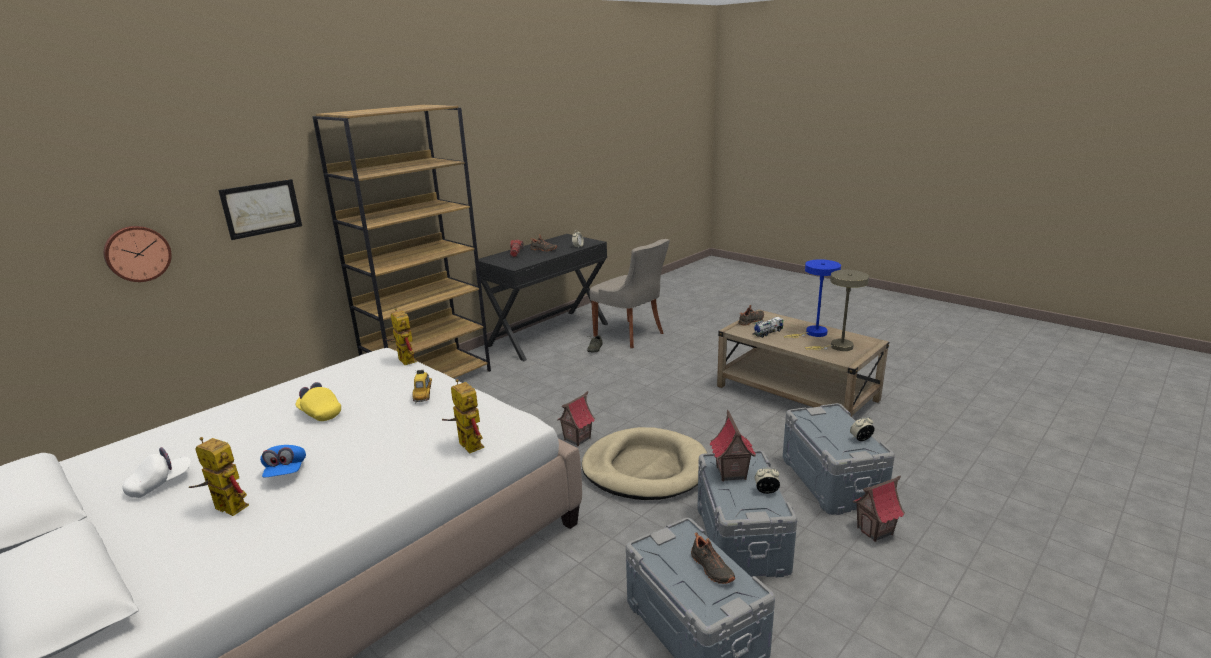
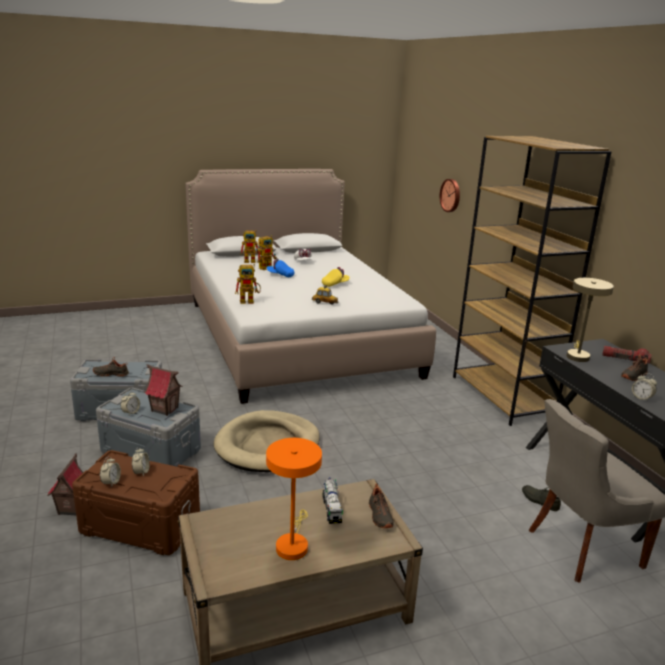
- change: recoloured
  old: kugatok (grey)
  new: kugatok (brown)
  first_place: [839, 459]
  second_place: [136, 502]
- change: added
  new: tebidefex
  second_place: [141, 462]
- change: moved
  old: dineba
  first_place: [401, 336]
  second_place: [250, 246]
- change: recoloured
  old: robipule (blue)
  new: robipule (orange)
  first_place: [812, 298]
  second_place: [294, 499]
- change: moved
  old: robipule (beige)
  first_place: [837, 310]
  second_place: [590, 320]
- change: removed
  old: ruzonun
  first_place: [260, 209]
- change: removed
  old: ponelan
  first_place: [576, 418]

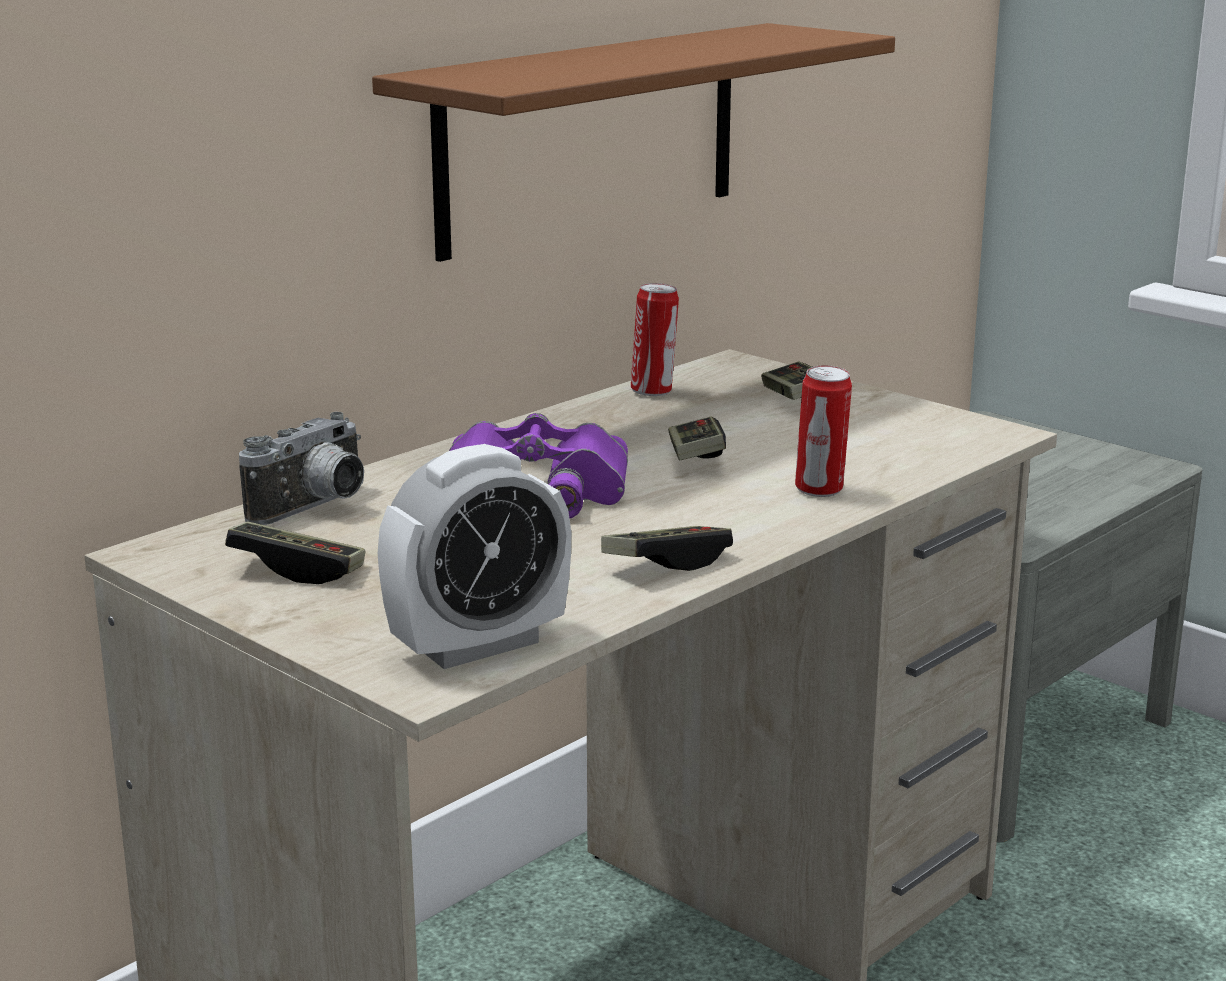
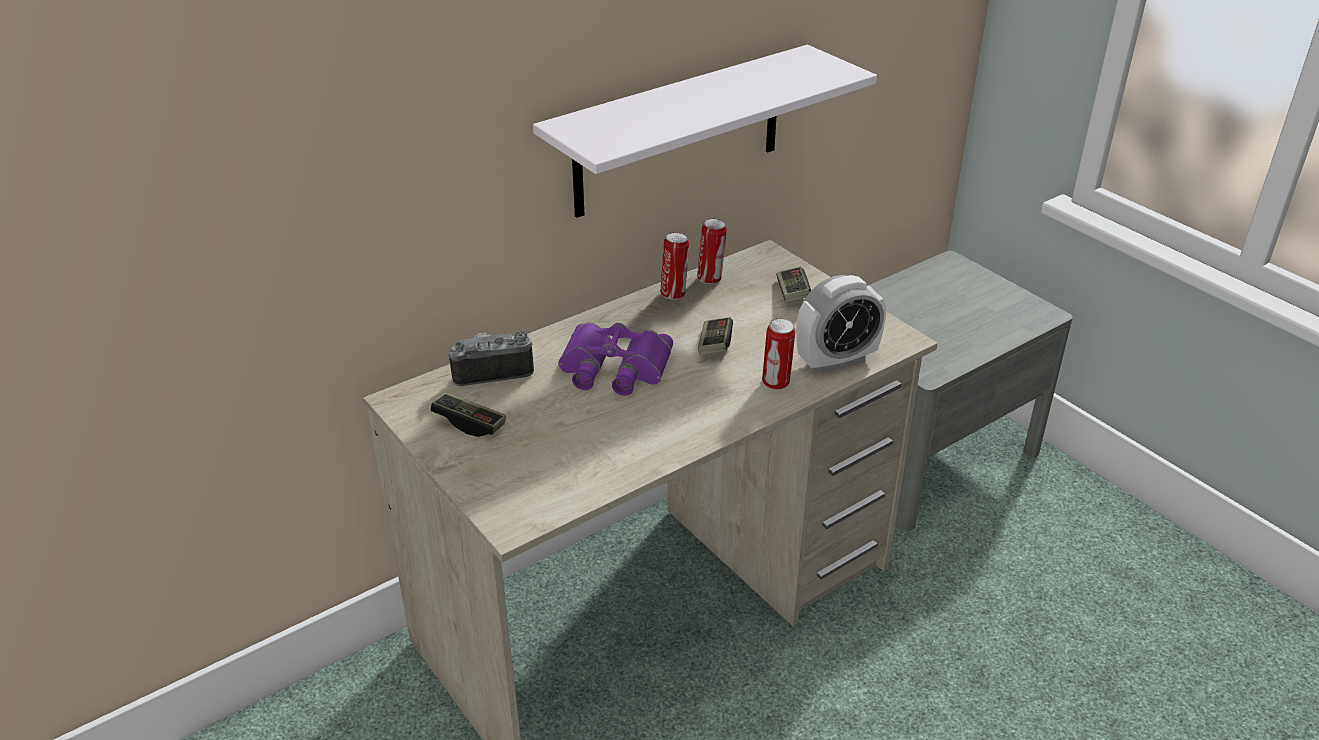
- change: turned
  old: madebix
  first_place: [301, 468]
  second_place: [491, 358]
  degrees: -150
- change: recoloured
  old: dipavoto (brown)
  new: dipavoto (white)
  first_place: [633, 142]
  second_place: [705, 131]
- change: added
  new: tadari
  second_place: [674, 266]
- change: moved
  old: tebidefex
  first_place: [474, 556]
  second_place: [841, 324]
- change: removed
  old: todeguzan
  first_place: [667, 548]

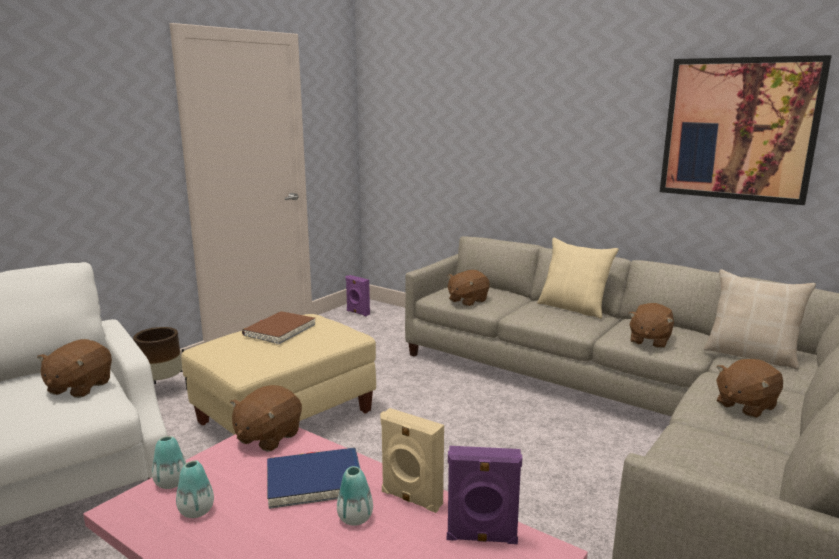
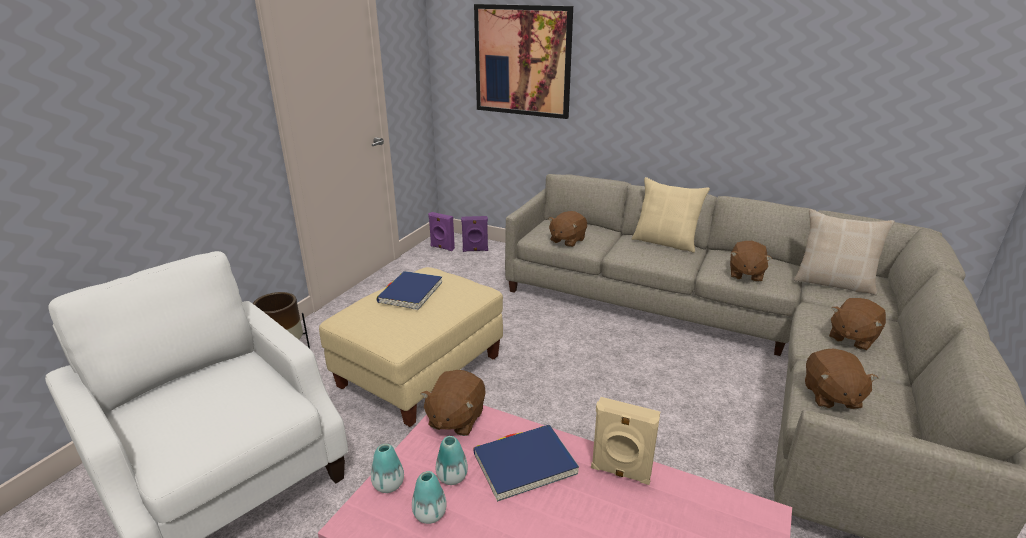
- change: recoloured
  old: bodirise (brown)
  new: bodirise (blue)
  first_place: [278, 328]
  second_place: [409, 290]
- change: moved
  old: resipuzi
  first_place: [355, 496]
  second_place: [452, 460]
- change: moved
  old: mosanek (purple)
  first_place: [484, 495]
  second_place: [474, 234]
- change: moved
  old: ruzonun
  first_place: [746, 130]
  second_place: [523, 61]
- change: moved
  old: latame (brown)
  first_place: [74, 368]
  second_place: [841, 379]

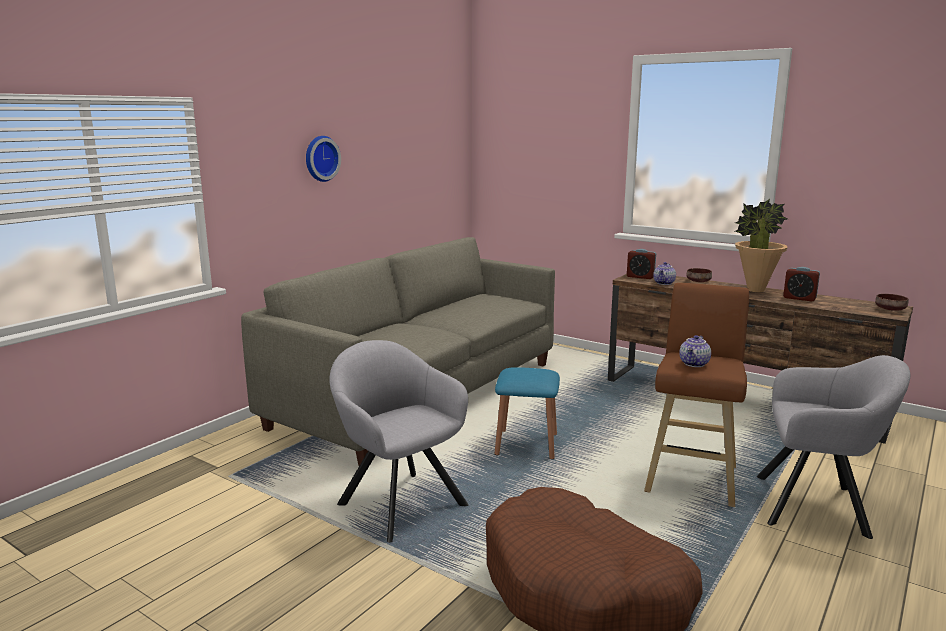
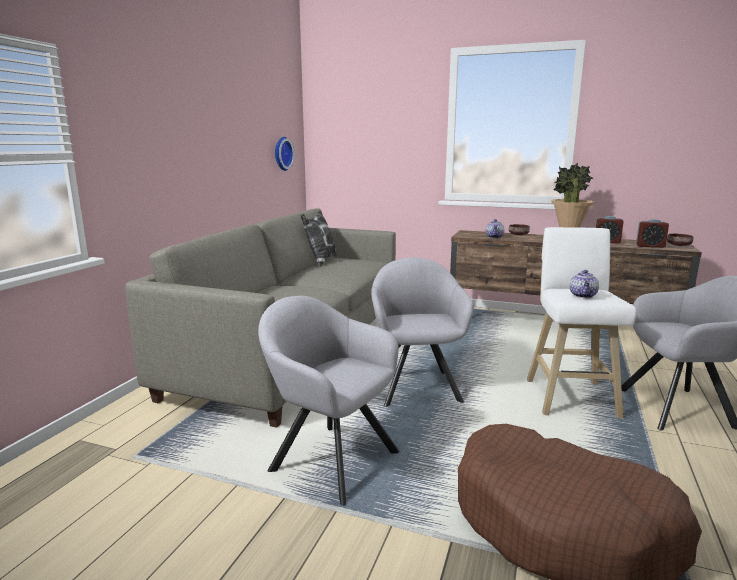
- change: moved
  old: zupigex
  first_place: [323, 159]
  second_place: [284, 154]
- change: added
  new: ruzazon
  second_place: [319, 239]
- change: replaced
  old: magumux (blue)
  new: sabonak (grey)
  first_place: [527, 413]
  second_place: [422, 332]
- change: recoloured
  old: magumux (brown)
  new: magumux (white)
  first_place: [696, 395]
  second_place: [582, 323]
- change: moved
  old: tebidefex
  first_place: [641, 264]
  second_place: [652, 233]

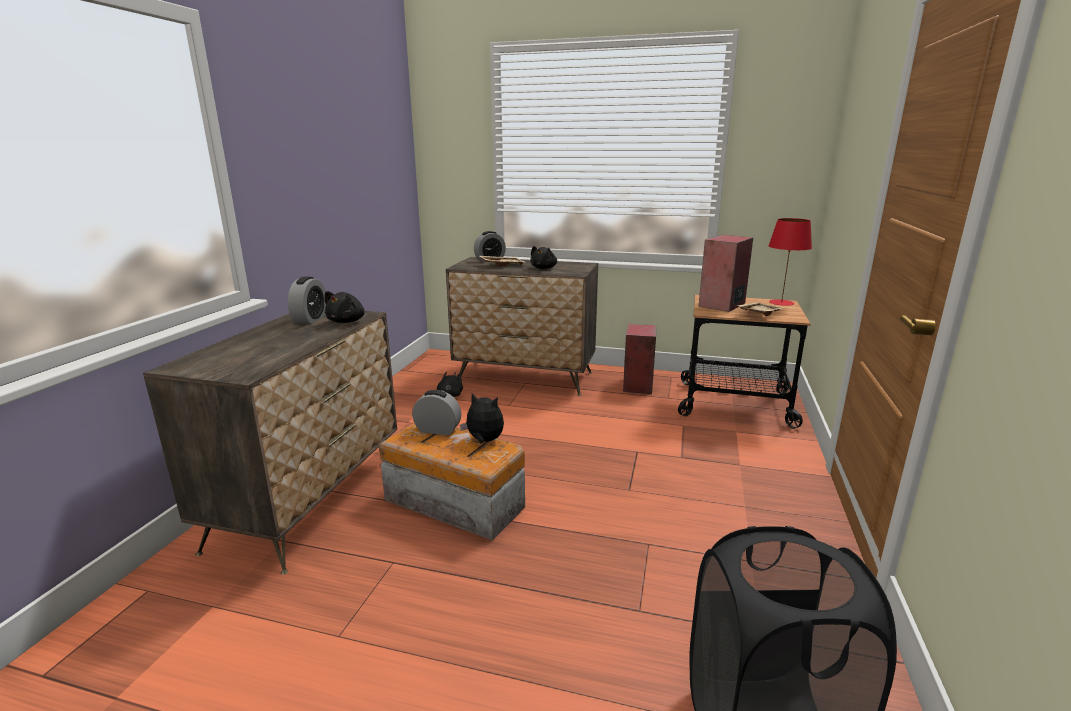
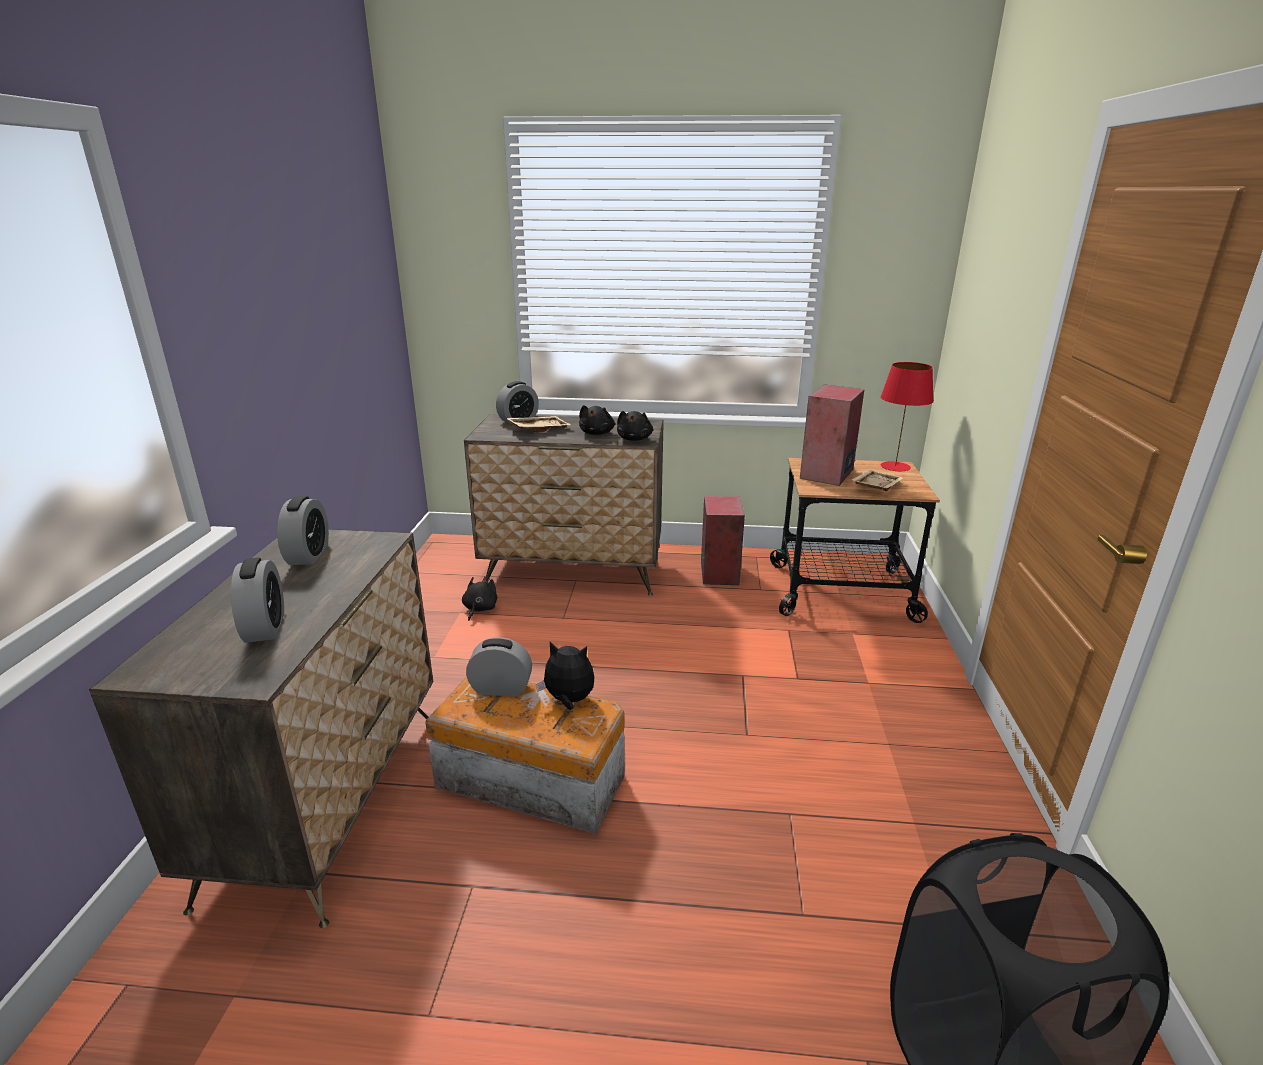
- change: added
  new: tebidefex
  second_place: [257, 600]
- change: moved
  old: latame (black)
  first_place: [345, 307]
  second_place: [635, 426]

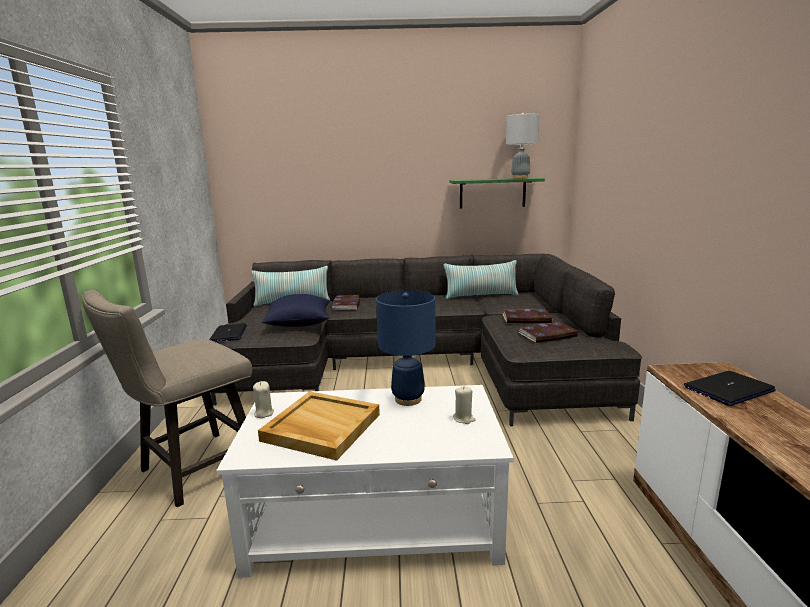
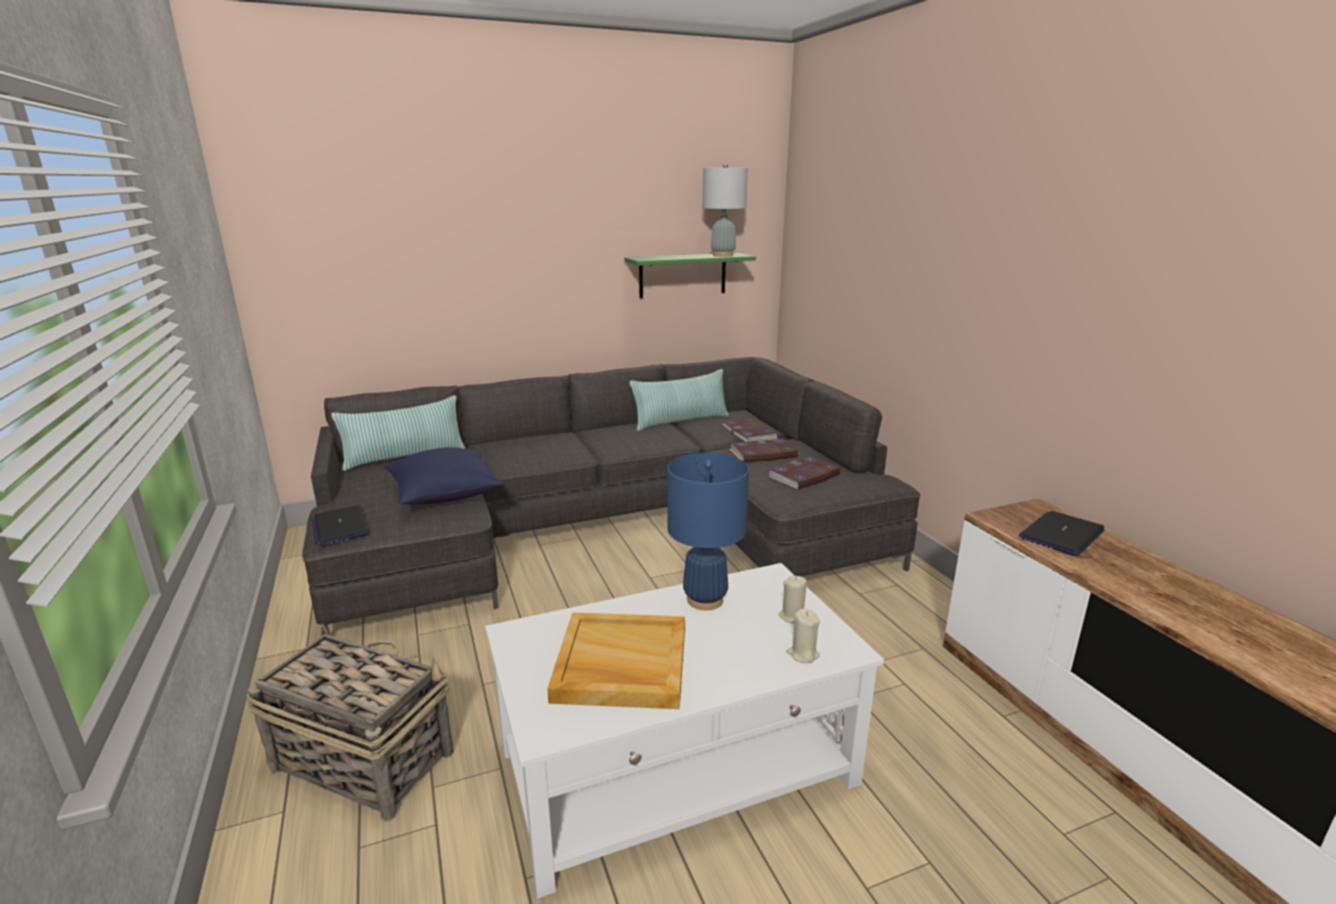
- change: replaced
  old: magumux (beige)
  new: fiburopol
  first_place: [167, 398]
  second_place: [350, 722]
- change: moved
  old: bodirise
  first_place: [346, 302]
  second_place: [750, 429]
- change: moved
  old: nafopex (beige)
  first_place: [263, 399]
  second_place: [803, 635]

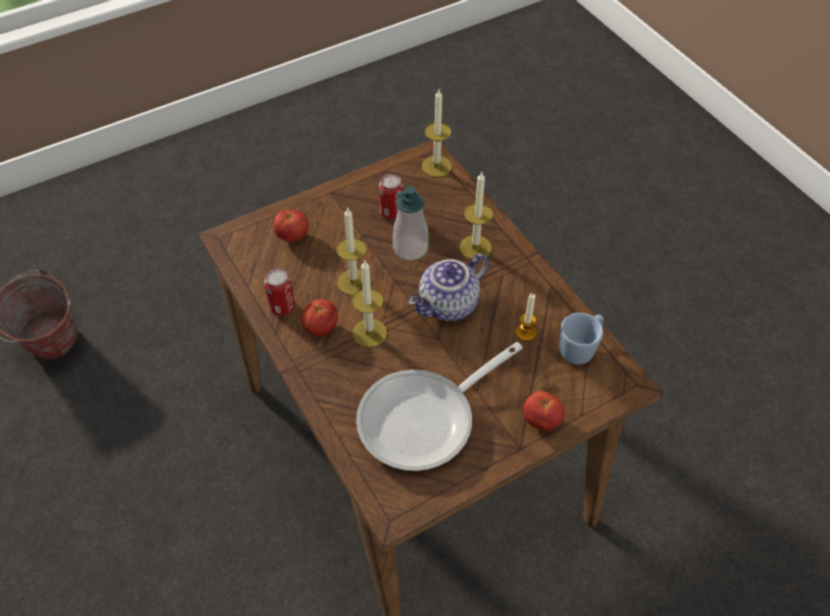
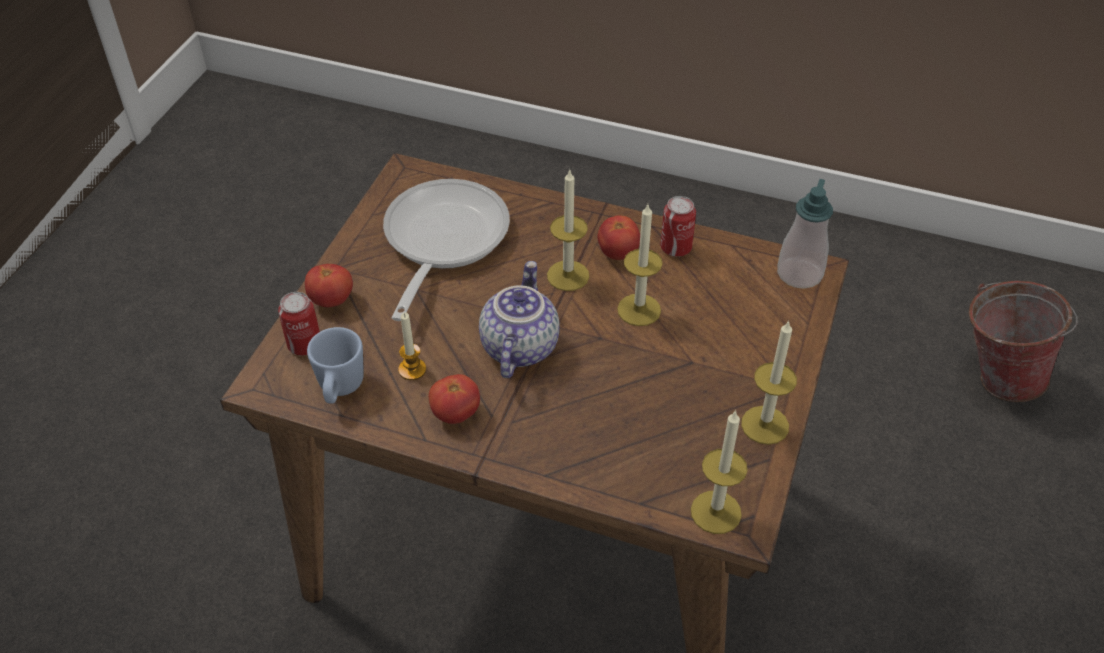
- change: moved
  old: tadari
  first_place: [391, 196]
  second_place: [299, 324]
- change: moved
  old: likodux
  first_place: [291, 226]
  second_place: [454, 399]
- change: moved
  old: nafopex
  first_place: [476, 215]
  second_place: [769, 382]
- change: moved
  old: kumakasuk
  first_place: [410, 223]
  second_place: [805, 234]

